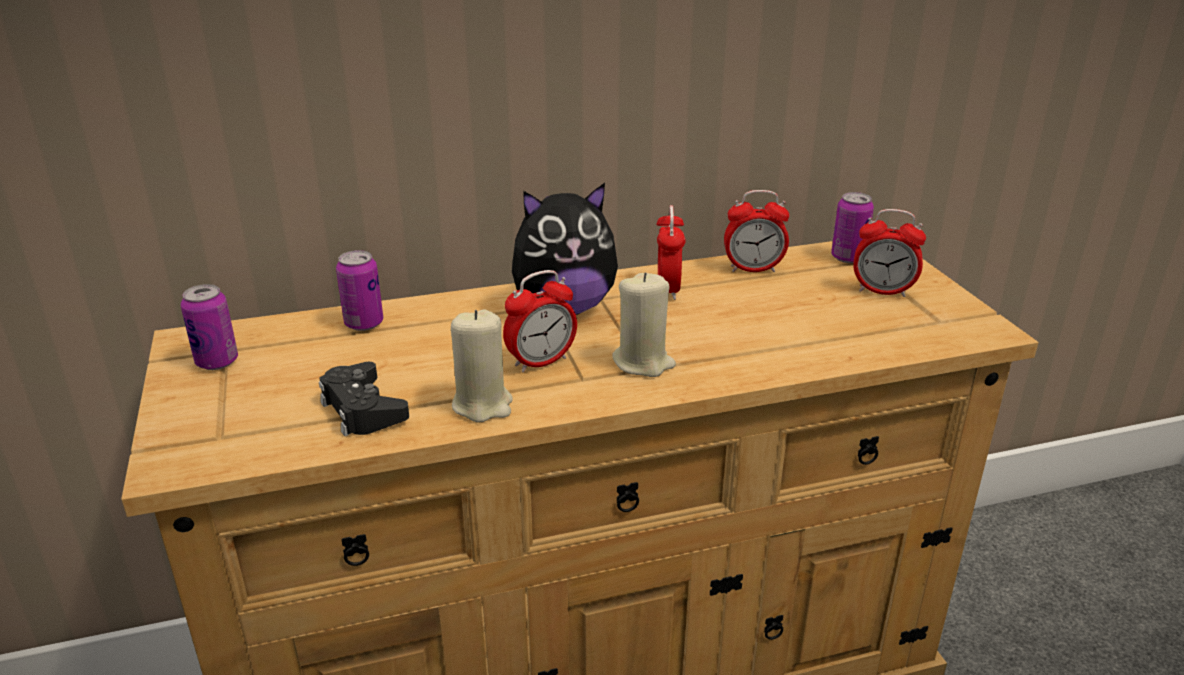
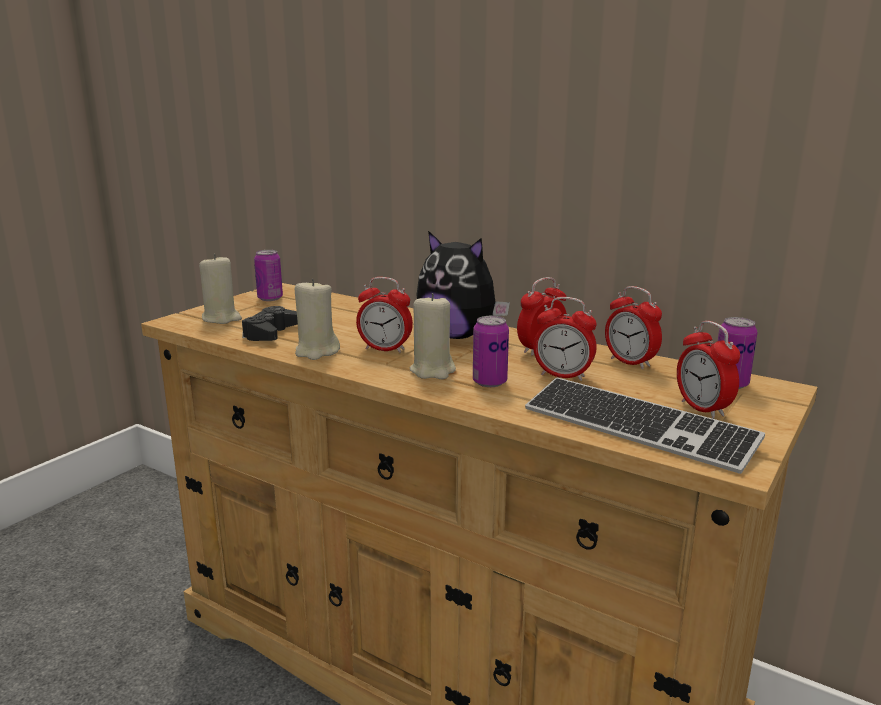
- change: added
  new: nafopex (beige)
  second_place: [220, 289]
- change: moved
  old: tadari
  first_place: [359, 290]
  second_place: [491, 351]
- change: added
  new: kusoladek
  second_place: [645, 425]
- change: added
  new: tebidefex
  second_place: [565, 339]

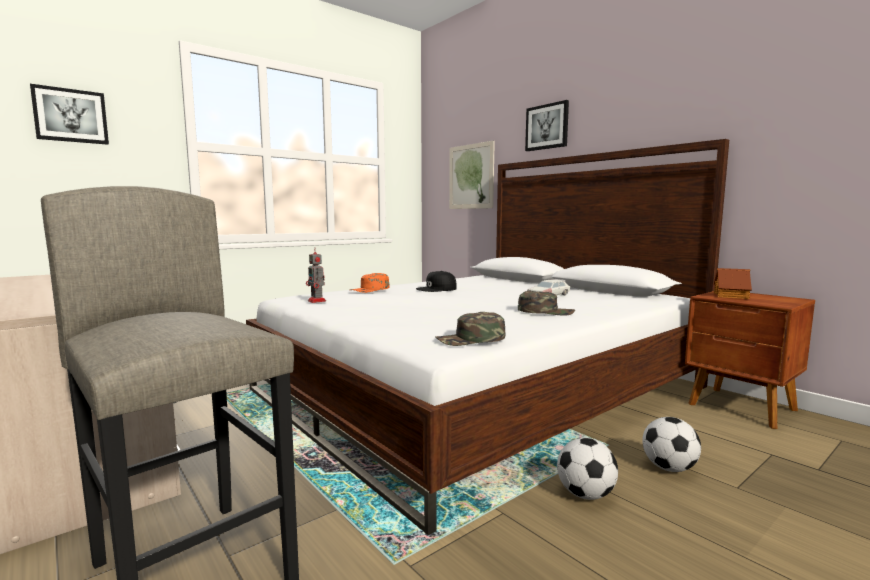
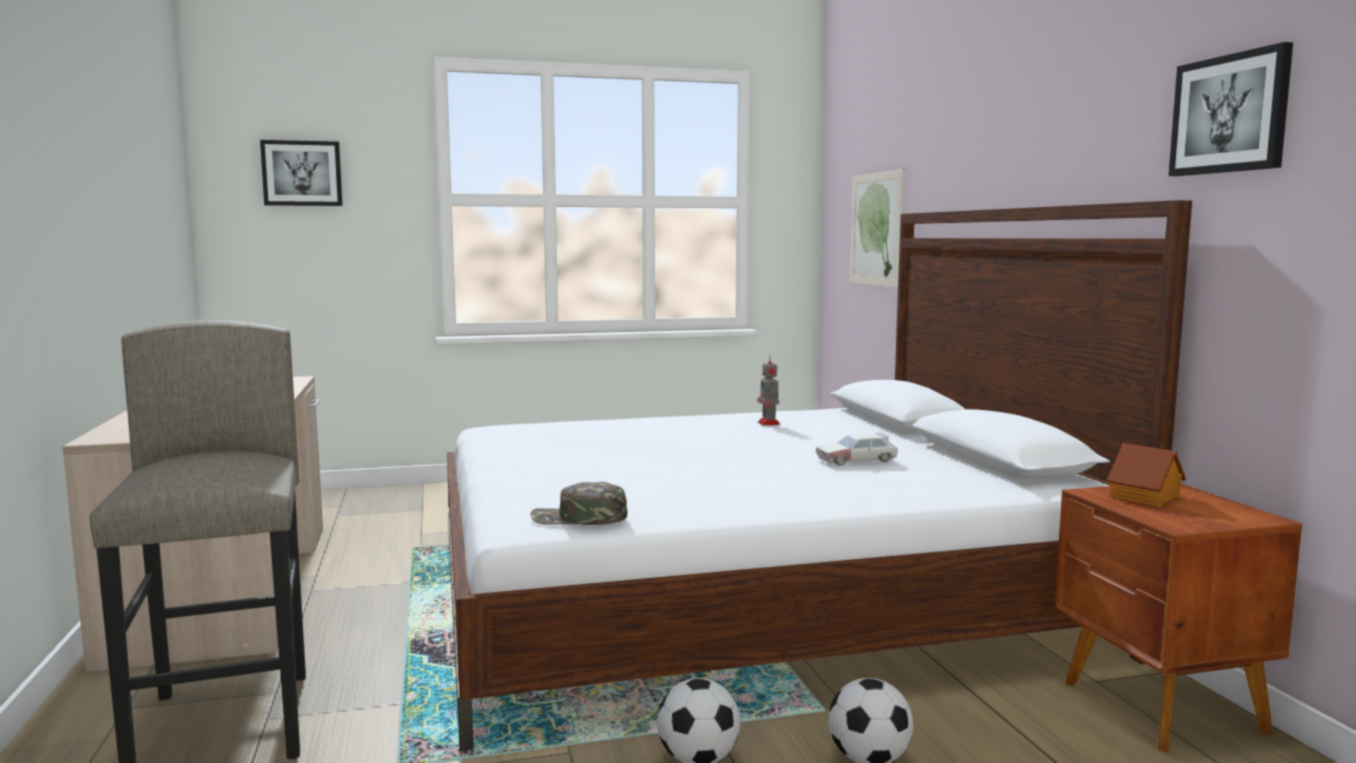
- change: moved
  old: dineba
  first_place: [316, 275]
  second_place: [768, 390]
- change: moved
  old: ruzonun
  first_place: [547, 125]
  second_place: [1230, 109]
- change: removed
  old: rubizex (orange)
  first_place: [370, 283]
- change: removed
  old: rubizex (black)
  first_place: [436, 281]
- change: removed
  old: rubizex (green)
  first_place: [546, 303]

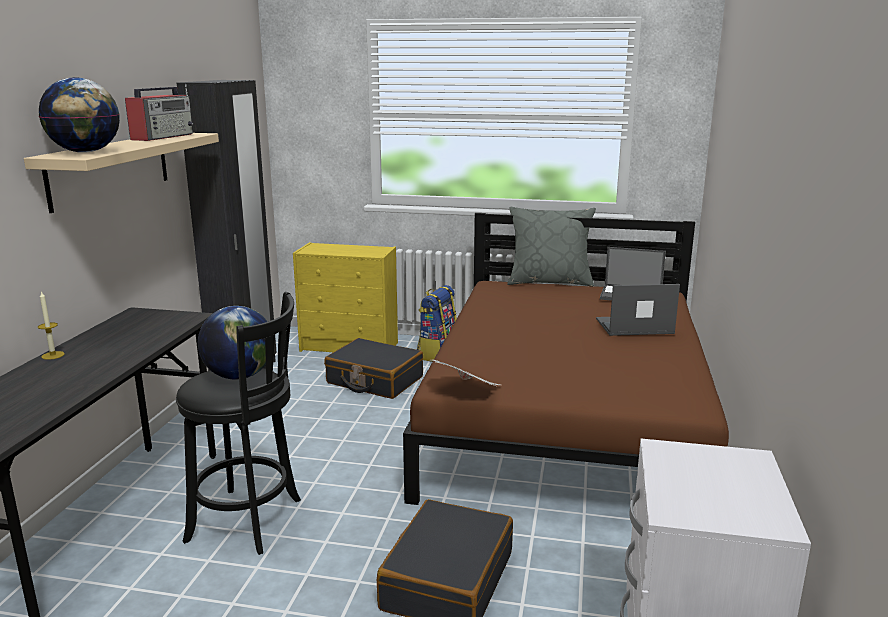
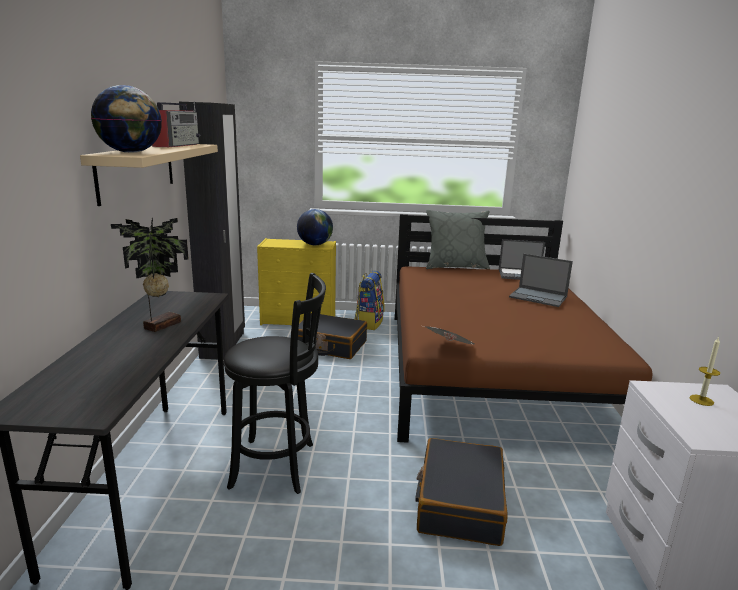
- change: added
  new: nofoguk
  second_place: [150, 274]
- change: moved
  old: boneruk
  first_place: [232, 342]
  second_place: [315, 227]
- change: turned
  old: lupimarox
  first_place: [638, 310]
  second_place: [541, 280]
  degrees: -135
- change: moved
  old: nafopex
  first_place: [51, 325]
  second_place: [705, 371]

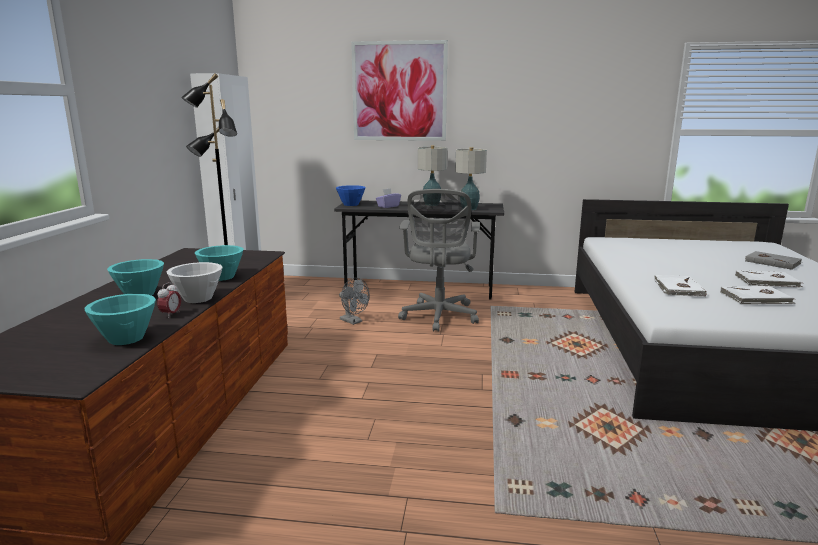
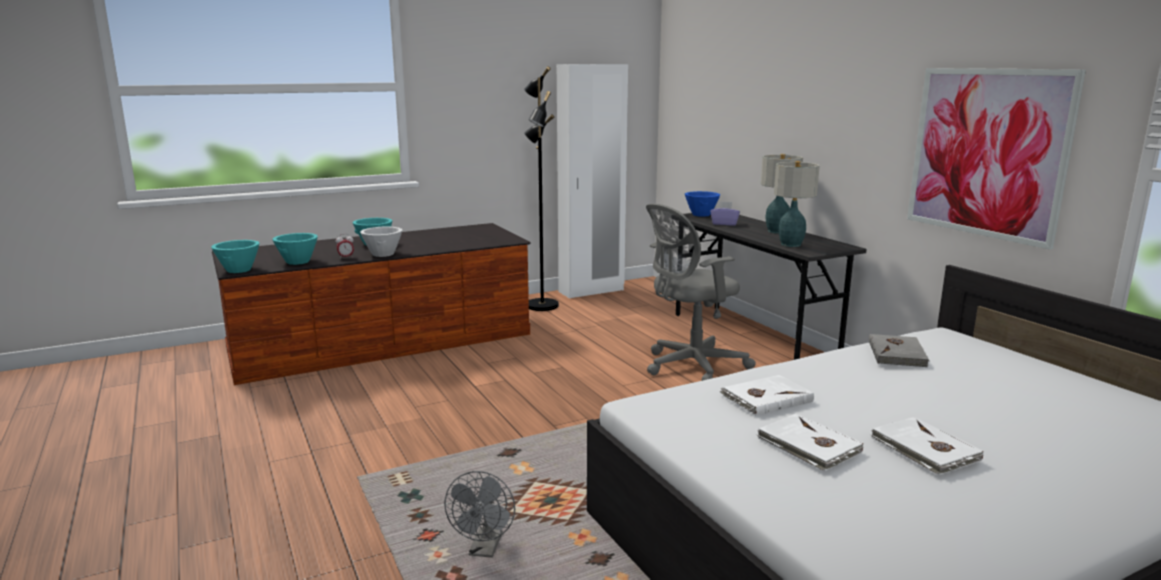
- change: moved
  old: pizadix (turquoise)
  first_place: [219, 263]
  second_place: [235, 256]
- change: moved
  old: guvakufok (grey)
  first_place: [354, 301]
  second_place: [479, 514]
- change: moved
  old: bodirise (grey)
  first_place: [773, 260]
  second_place: [899, 350]
- change: moved
  old: ruzonun
  first_place: [399, 90]
  second_place: [996, 159]

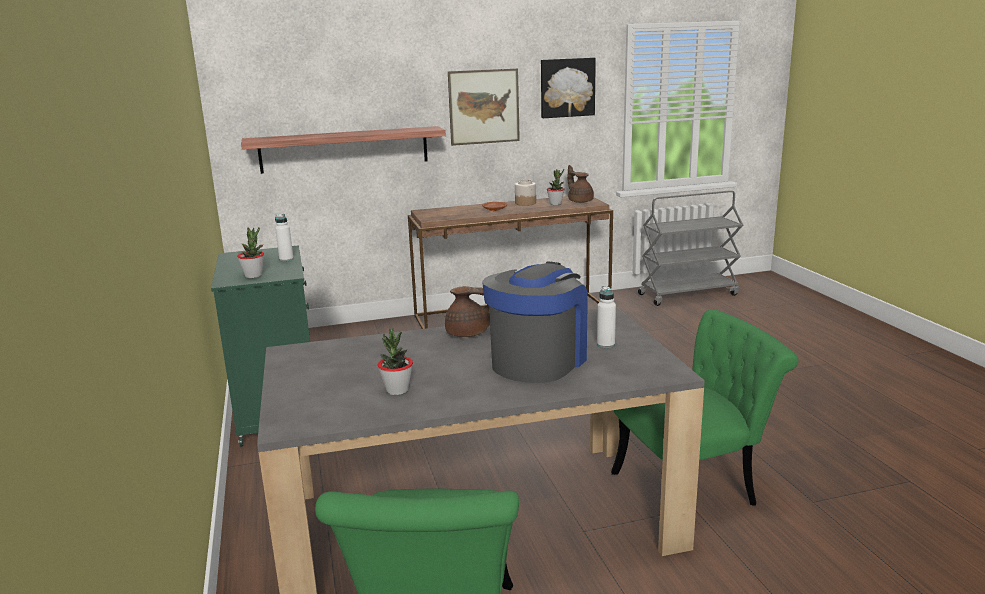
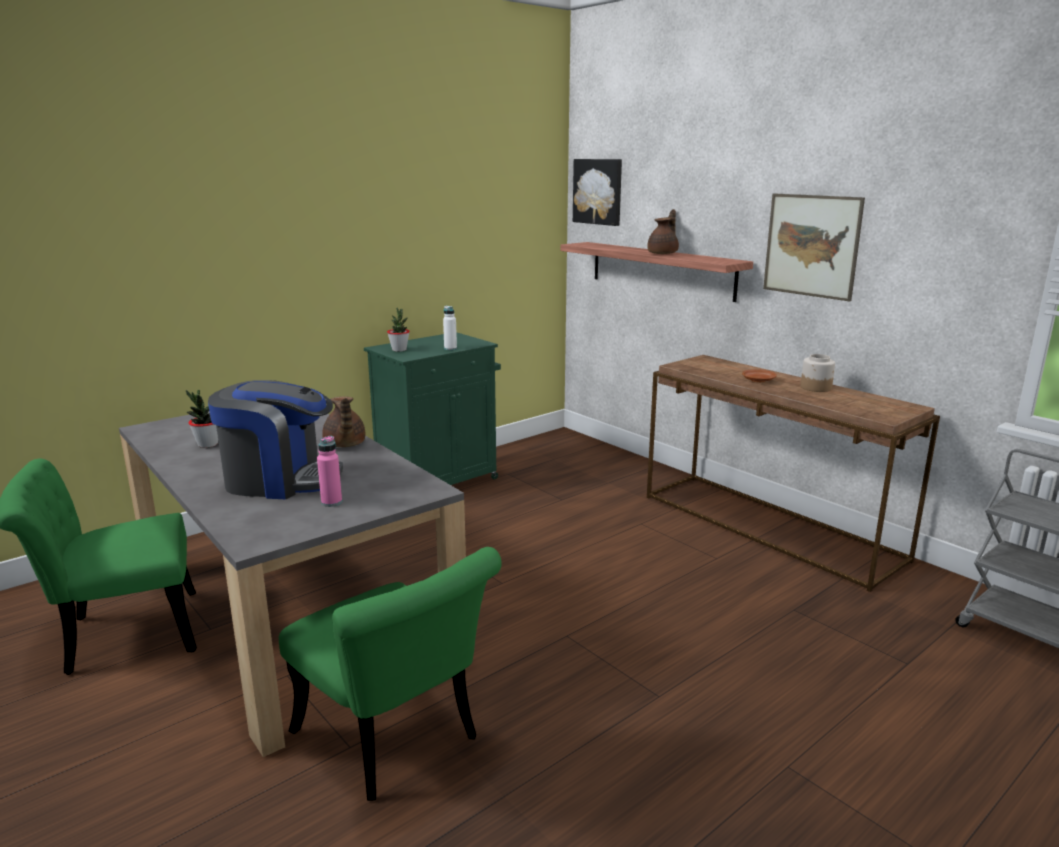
- change: recoloured
  old: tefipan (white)
  new: tefipan (pink)
  first_place: [606, 317]
  second_place: [329, 471]
- change: moved
  old: ruzonun
  first_place: [568, 88]
  second_place: [597, 192]
- change: moved
  old: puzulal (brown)
  first_place: [581, 184]
  second_place: [663, 231]
- change: removed
  old: nofoguk
  first_place: [556, 187]

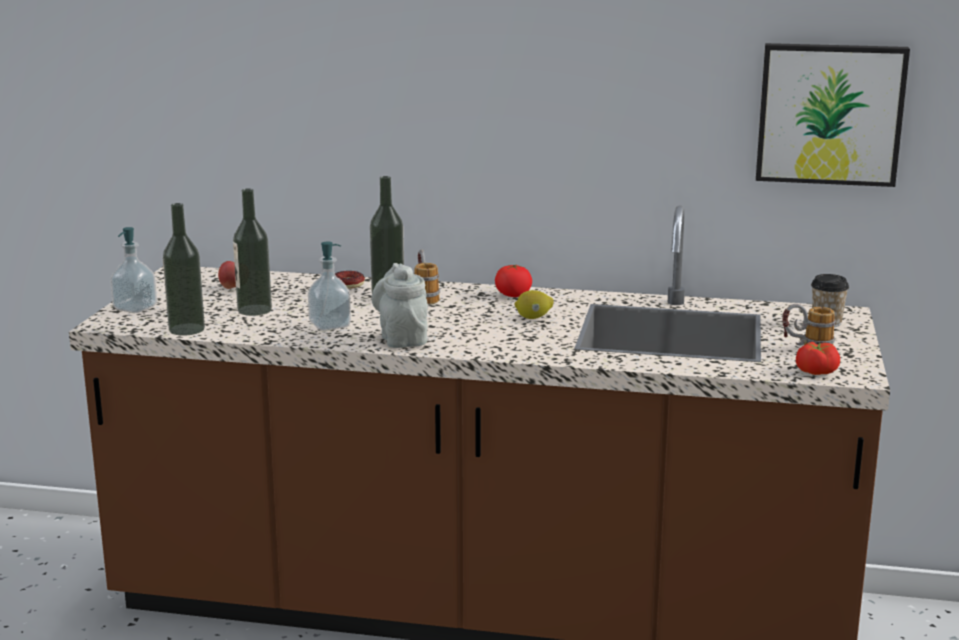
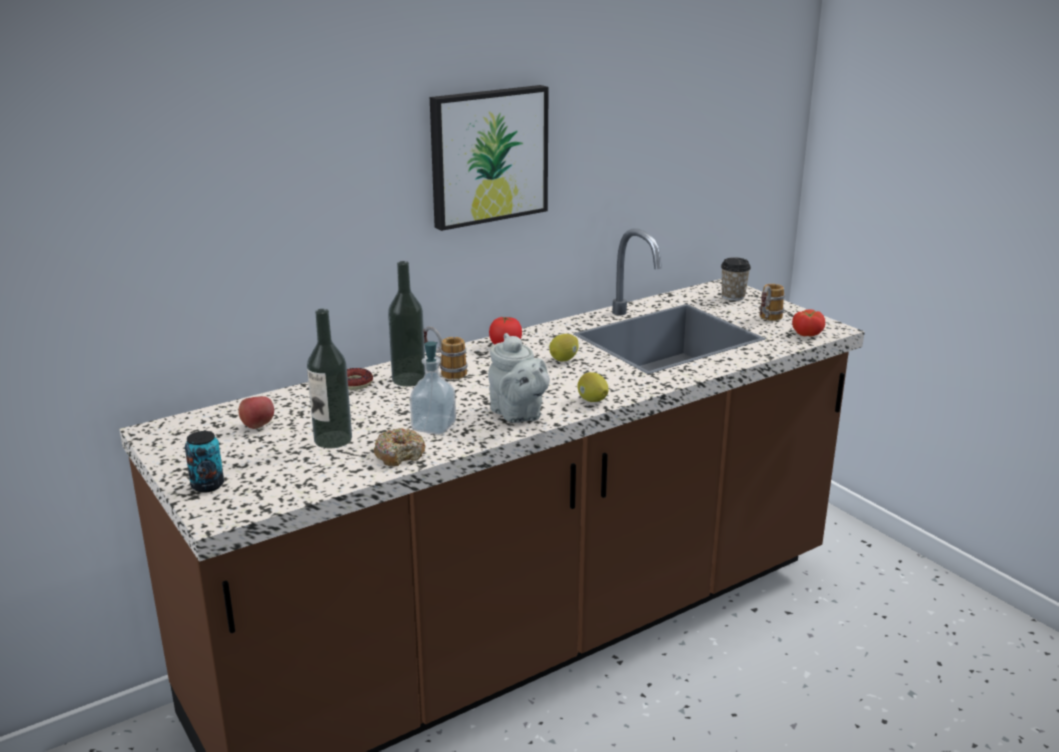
- change: replaced
  old: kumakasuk
  new: tadari
  first_place: [133, 270]
  second_place: [204, 462]
- change: added
  new: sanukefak
  second_place: [399, 447]
- change: moved
  old: ruzonun
  first_place: [833, 115]
  second_place: [489, 158]
- change: turned
  old: puzulal (grey)
  first_place: [400, 305]
  second_place: [519, 378]
  degrees: -150
- change: added
  new: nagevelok
  second_place: [593, 387]
- change: removed
  old: tefipan
  first_place: [184, 269]

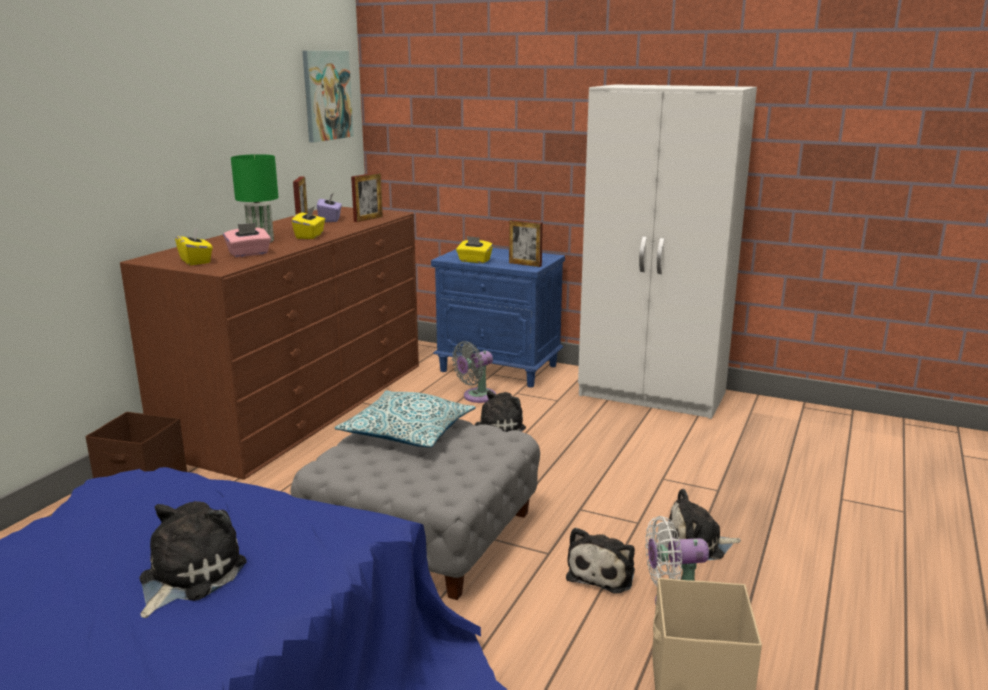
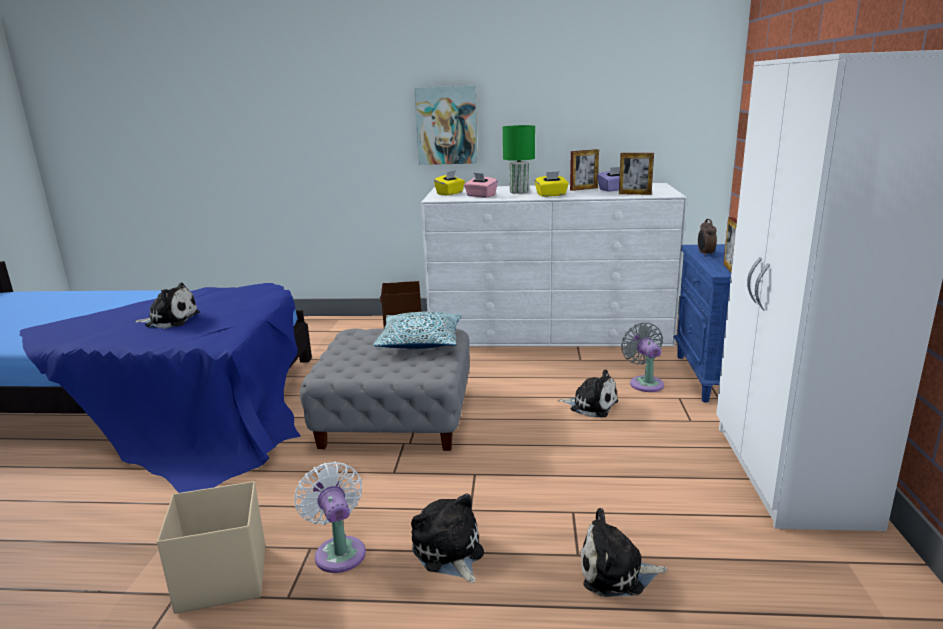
- change: moved
  old: ruzonun
  first_place: [328, 96]
  second_place: [446, 125]
- change: recoloured
  old: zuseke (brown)
  new: zuseke (white)
  first_place: [269, 343]
  second_place: [554, 265]
- change: moved
  old: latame
  first_place: [600, 560]
  second_place: [623, 552]
- change: turned
  old: guvakufok (grey)
  first_place: [474, 372]
  second_place: [642, 357]
  degrees: 45
- change: replaced
  old: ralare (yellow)
  new: tebidefex
  first_place: [474, 249]
  second_place: [707, 238]

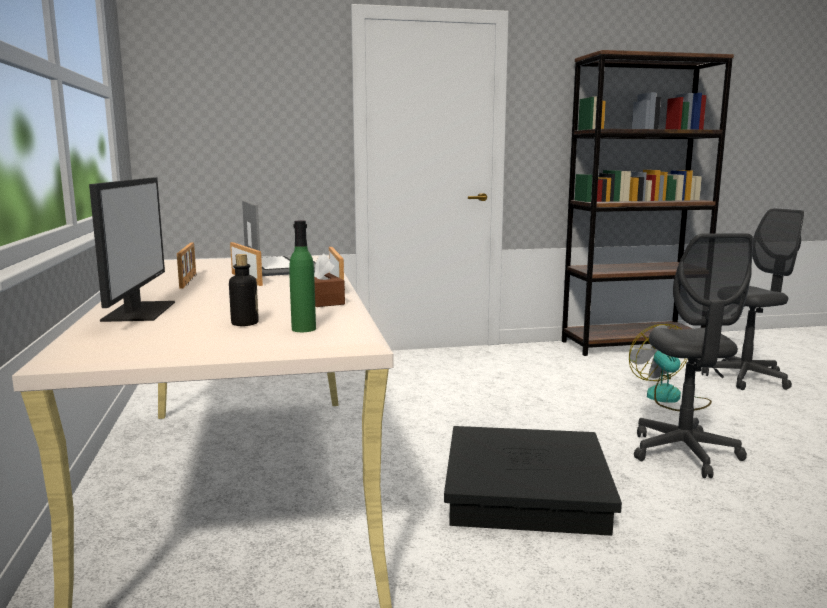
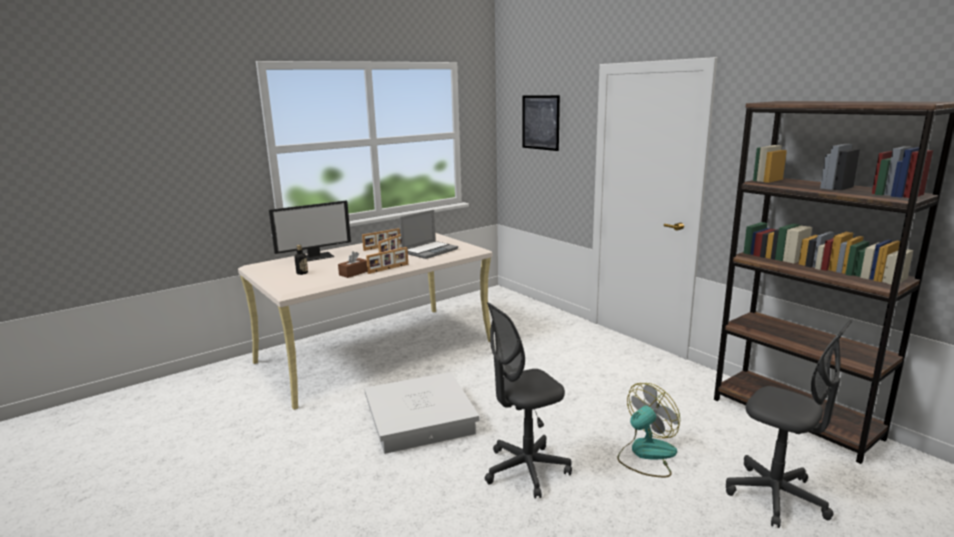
- change: recoloured
  old: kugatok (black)
  new: kugatok (white)
  first_place: [533, 481]
  second_place: [421, 413]
- change: added
  new: ruzonun
  second_place: [541, 123]
- change: removed
  old: tefipan (green)
  first_place: [302, 276]

